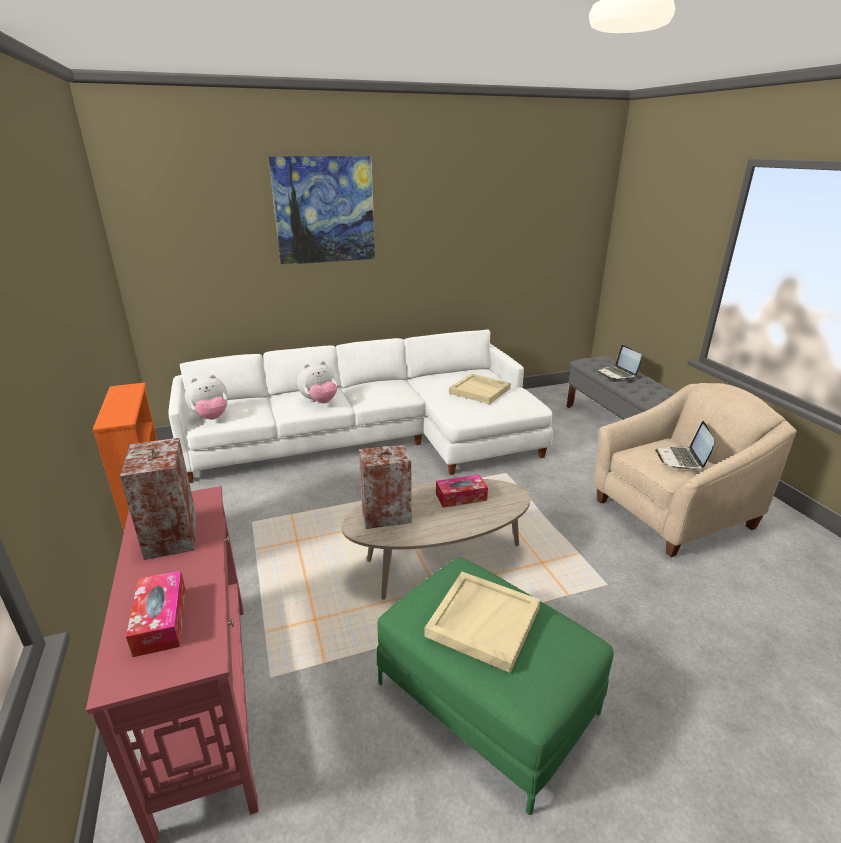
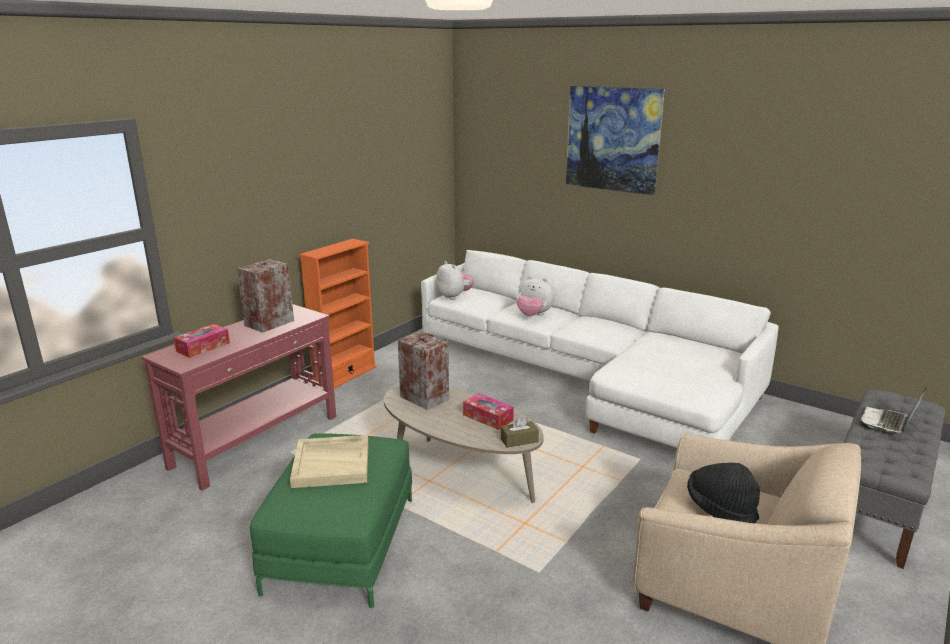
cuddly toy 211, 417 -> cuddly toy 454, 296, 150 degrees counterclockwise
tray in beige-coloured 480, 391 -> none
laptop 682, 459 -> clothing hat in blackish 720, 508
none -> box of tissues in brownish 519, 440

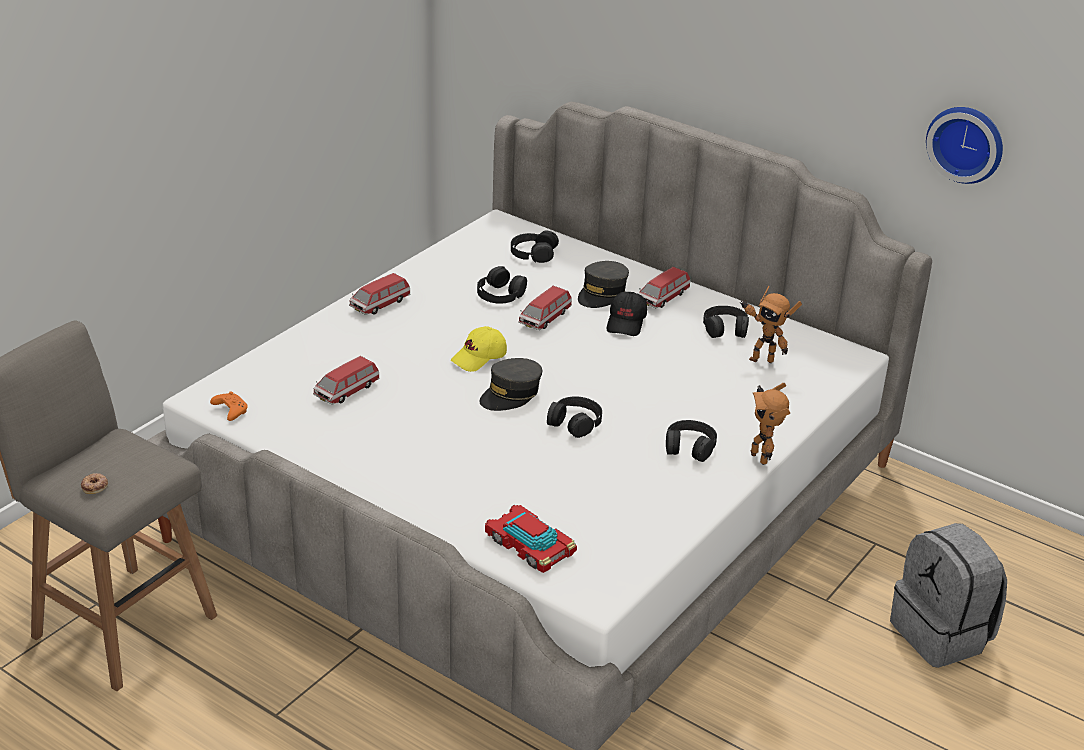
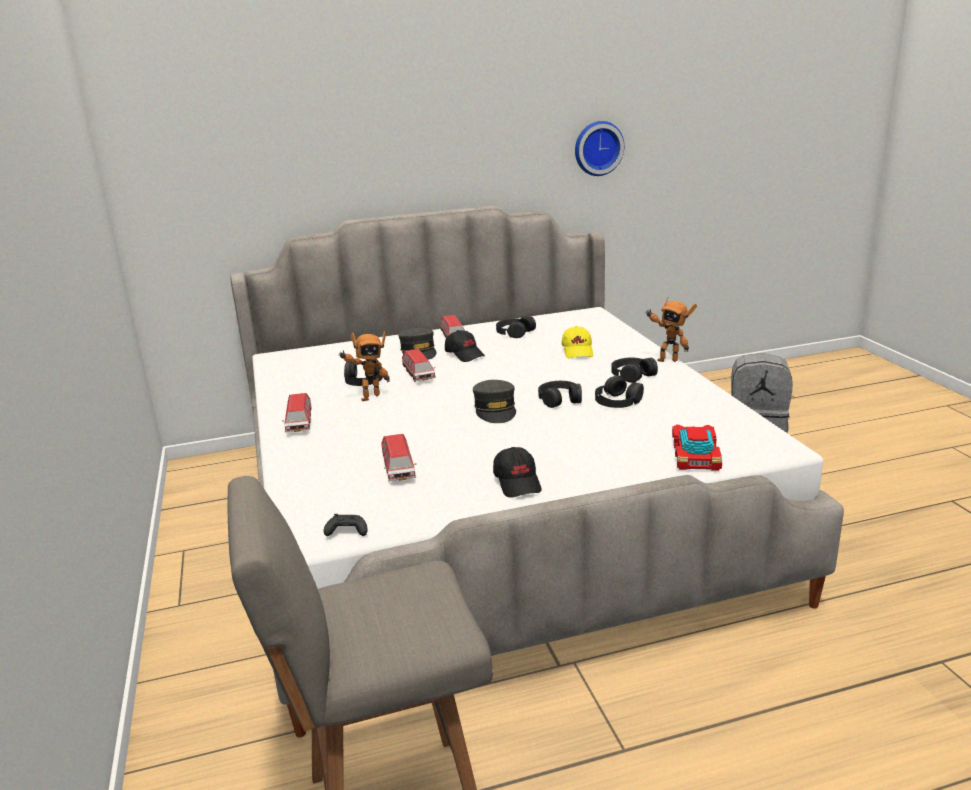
doughnut 95, 486 -> none
gamepad in orange-coloured 230, 411 -> gamepad in blackish 346, 532
peaked cap in yellow-coloured 479, 358 -> peaked cap in yellow-coloured 578, 351, shifted
toy car 530, 545 -> toy car 696, 454, 105 degrees clockwise
pair of headphones in blackish 533, 253 -> pair of headphones in blackish 617, 401, shifted
model robot 761, 359 -> model robot 369, 397, shifted
none -> peaked cap in blackish 518, 482

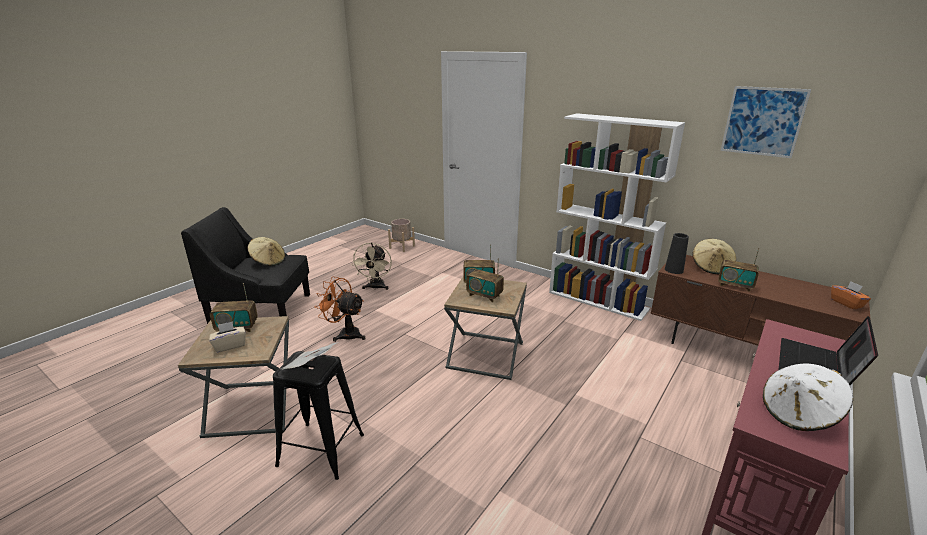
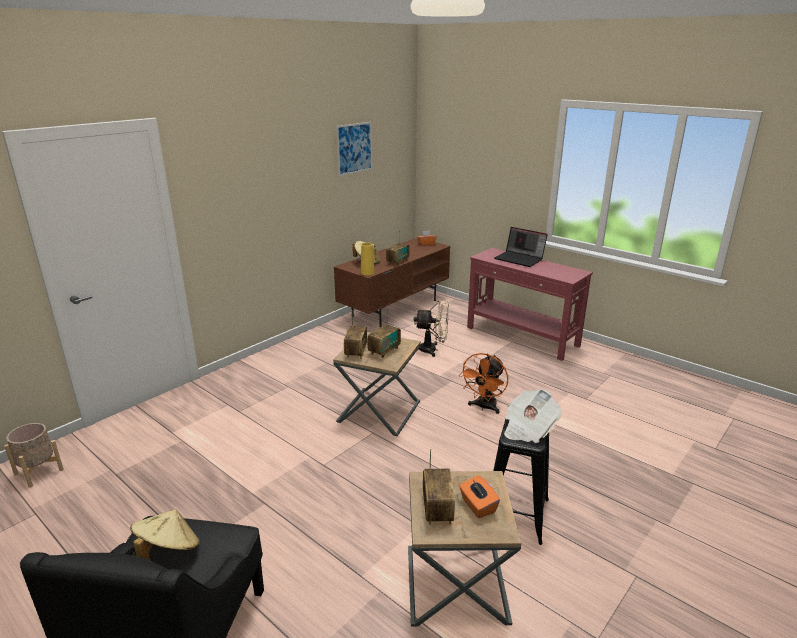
box of tissues in beige-coloured 230, 345 -> box of tissues in orange-coloured 477, 506
fan in orange-coloured 345, 334 -> fan in orange-coloured 484, 407, shifted
fan in beige-coloured 375, 288 -> fan in beige-coloured 432, 350, shifted
bookcase in white-coloured 598, 300 -> none
flower vase in blackish 674, 270 -> flower vase in yellow-coloured 367, 273
clothing hat in white-coloured 799, 414 -> none

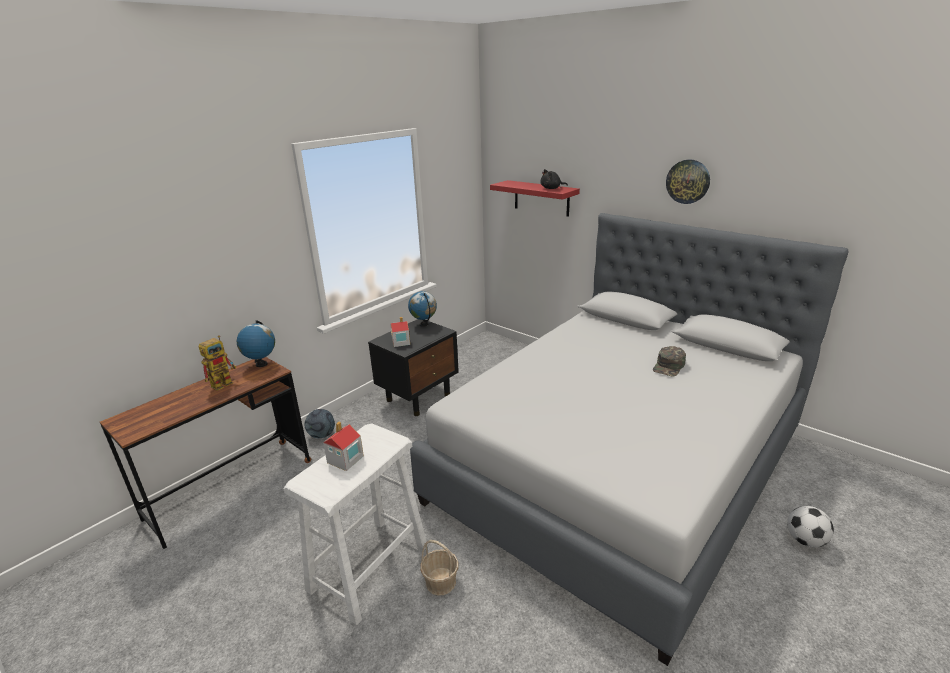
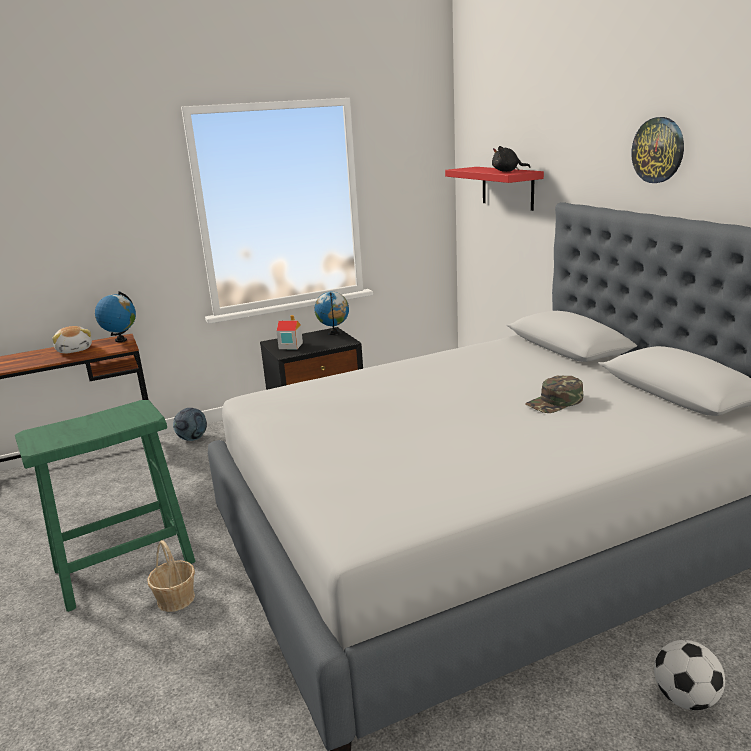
model robot 225, 382 -> cuddly toy 75, 350
stool seat in white-coloured 369, 567 -> stool seat in green 125, 565
miniature house 345, 459 -> none

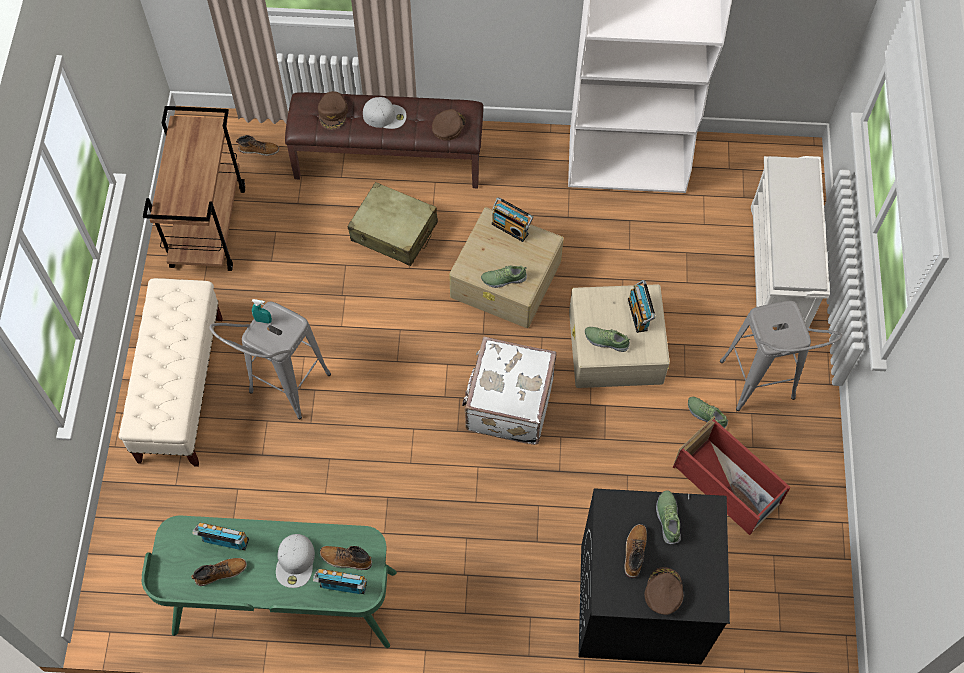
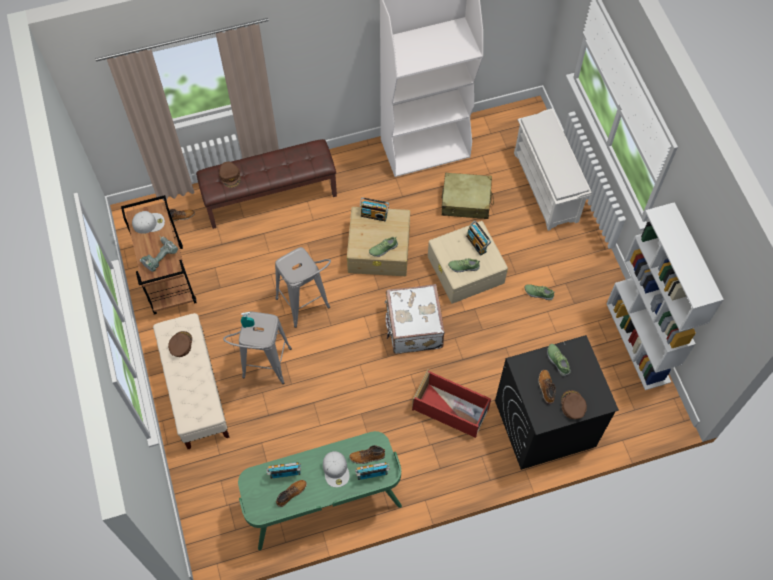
travel case in beige-coloured 394, 232 -> travel case in beige-coloured 466, 201, shifted
peaked cap in white-coloured 385, 115 -> peaked cap in white-coloured 149, 223, shifted
peaked cap in brownish 448, 126 -> peaked cap in brownish 180, 345, shifted
storage bin in red-coloured 728, 485 -> storage bin in red-coloured 451, 409, shifted
stool seat in greyish 761, 391 -> stool seat in greyish 307, 309, shifted
none -> electric drill 159, 256
none -> bookcase in white-coloured 638, 342

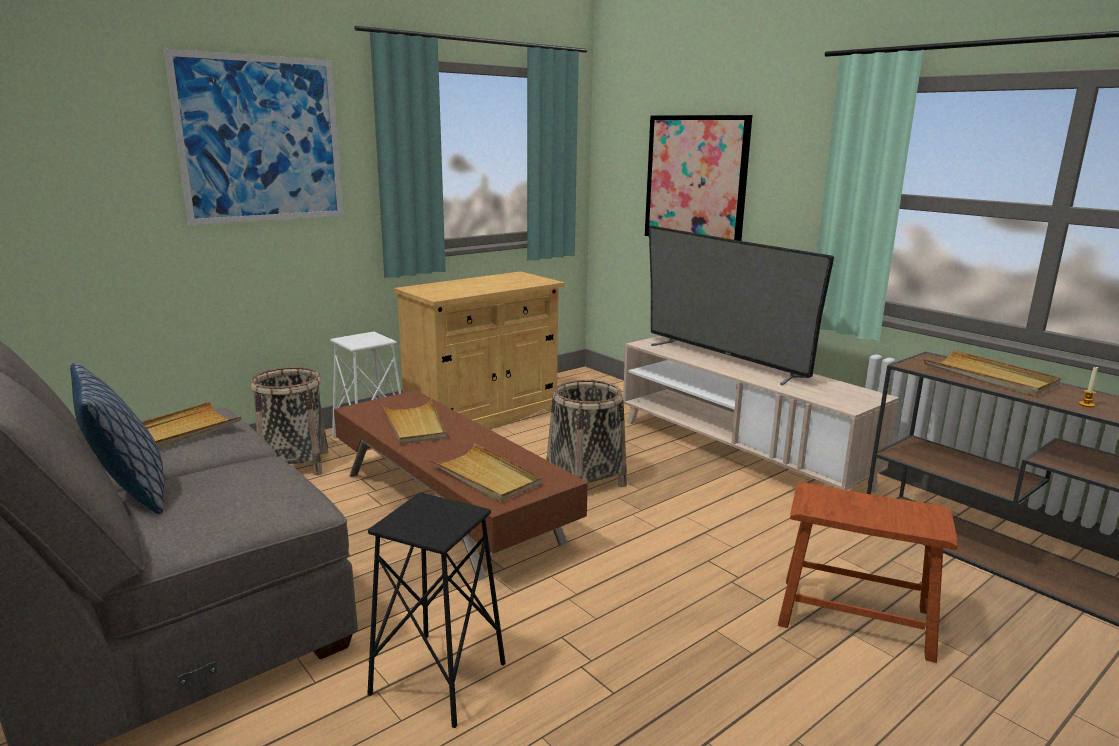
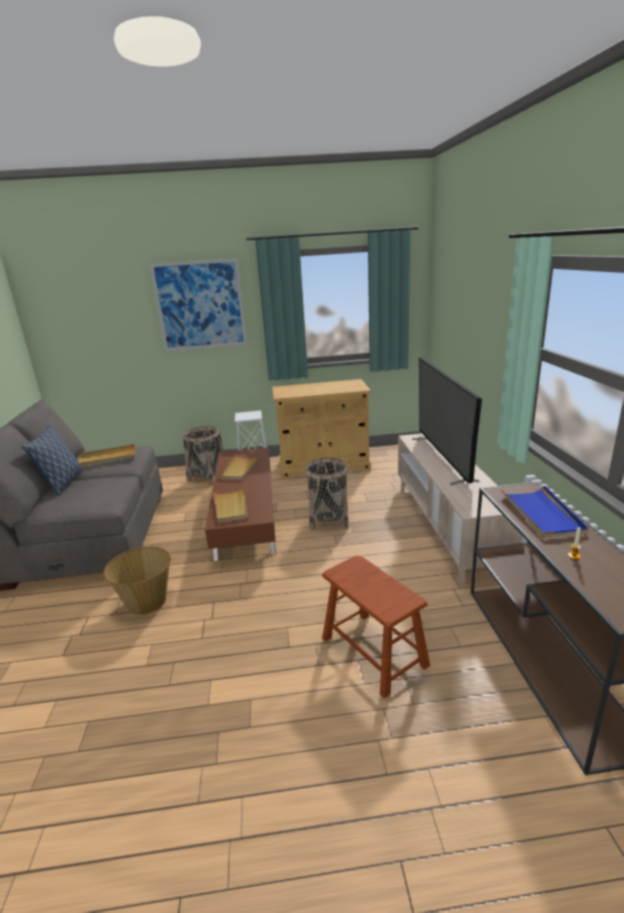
stool seat in blackish 438, 678 -> storage basket 146, 601
wall picture 695, 180 -> none
tray in beige-coloured 989, 377 -> tray in blue 541, 514

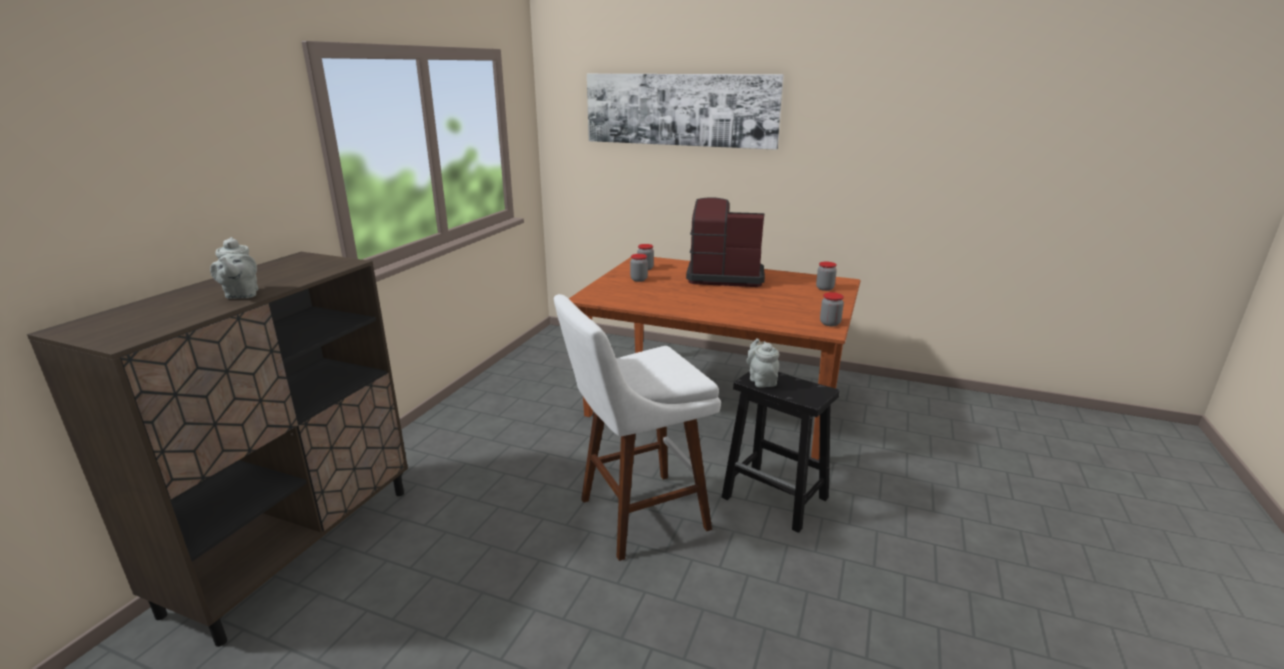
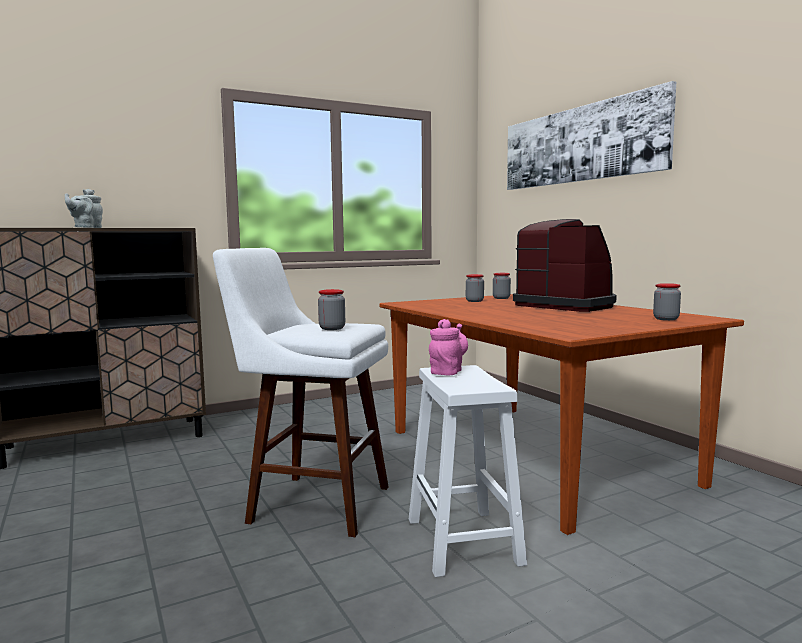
stool seat in blackish 776, 498 -> stool seat in white-coloured 464, 542
tea pot in greyish 761, 380 -> tea pot in pinkish 447, 371
preserve jar 830, 323 -> preserve jar 332, 328, shifted

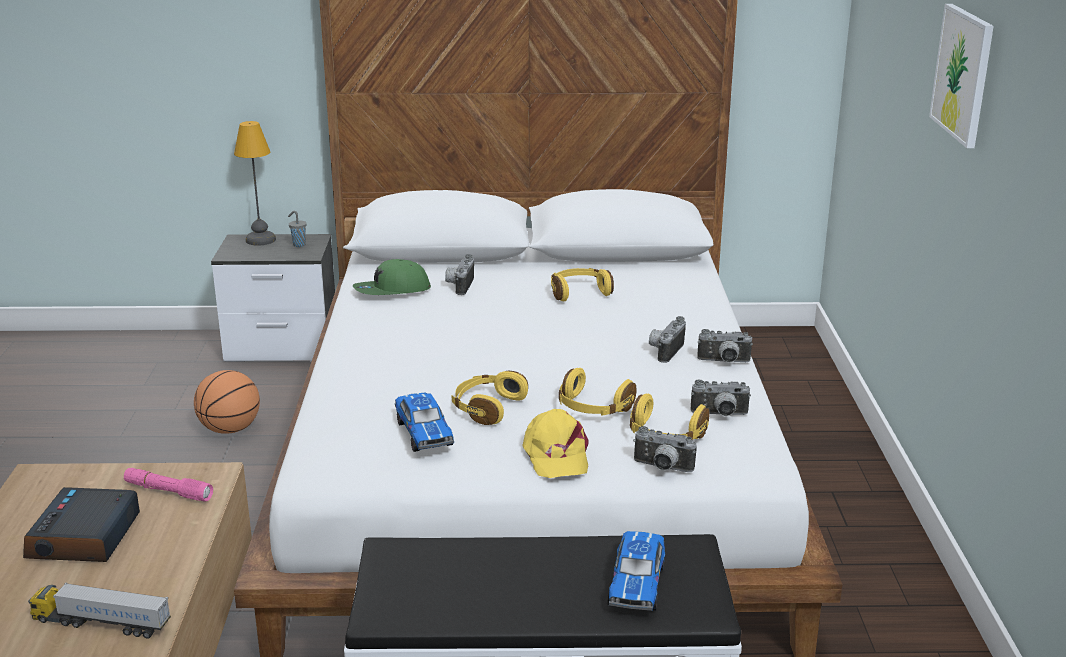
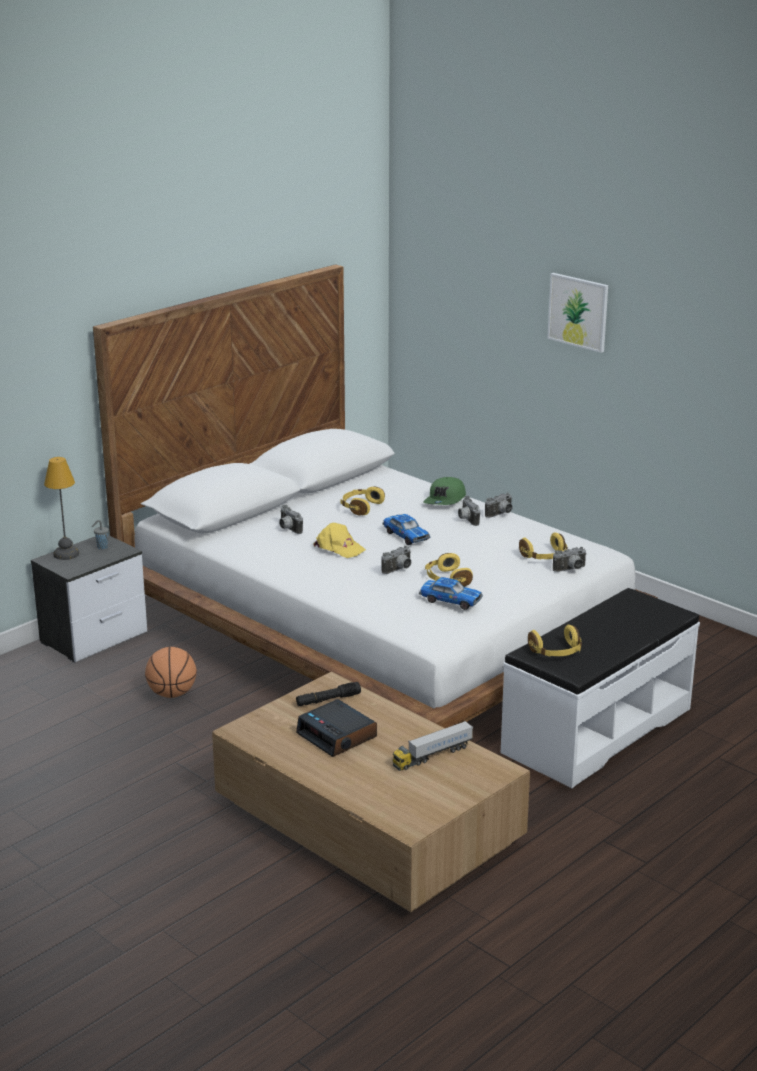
hand torch in pinkish 168, 491 -> hand torch in blackish 328, 700
peaked cap in green 392, 291 -> peaked cap in green 445, 500, shifted
peaked cap in yellow-coloured 556, 455 -> peaked cap in yellow-coloured 339, 548, shifted
pair of headphones in yellow-coloured 593, 408 -> pair of headphones in yellow-coloured 556, 652, shifted
toy car 637, 583 -> toy car 406, 536, shifted
still camera 720, 415 -> still camera 399, 570, shifted

